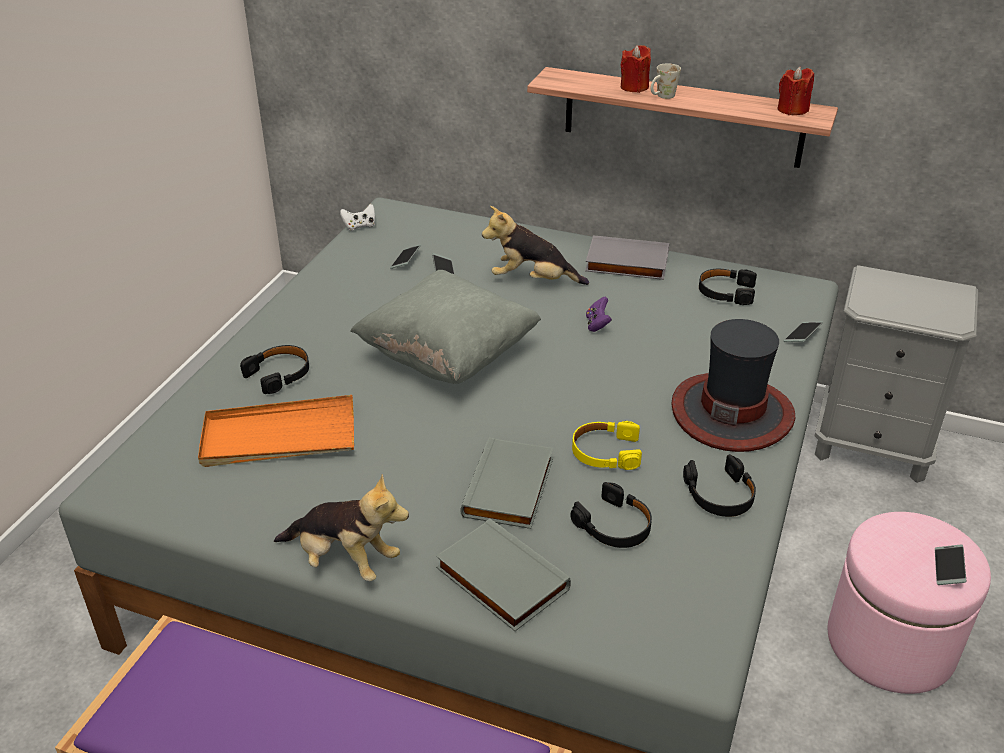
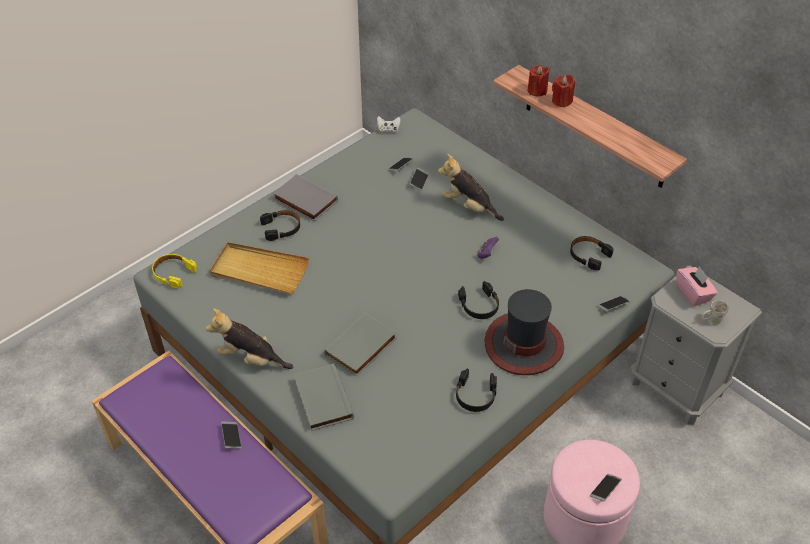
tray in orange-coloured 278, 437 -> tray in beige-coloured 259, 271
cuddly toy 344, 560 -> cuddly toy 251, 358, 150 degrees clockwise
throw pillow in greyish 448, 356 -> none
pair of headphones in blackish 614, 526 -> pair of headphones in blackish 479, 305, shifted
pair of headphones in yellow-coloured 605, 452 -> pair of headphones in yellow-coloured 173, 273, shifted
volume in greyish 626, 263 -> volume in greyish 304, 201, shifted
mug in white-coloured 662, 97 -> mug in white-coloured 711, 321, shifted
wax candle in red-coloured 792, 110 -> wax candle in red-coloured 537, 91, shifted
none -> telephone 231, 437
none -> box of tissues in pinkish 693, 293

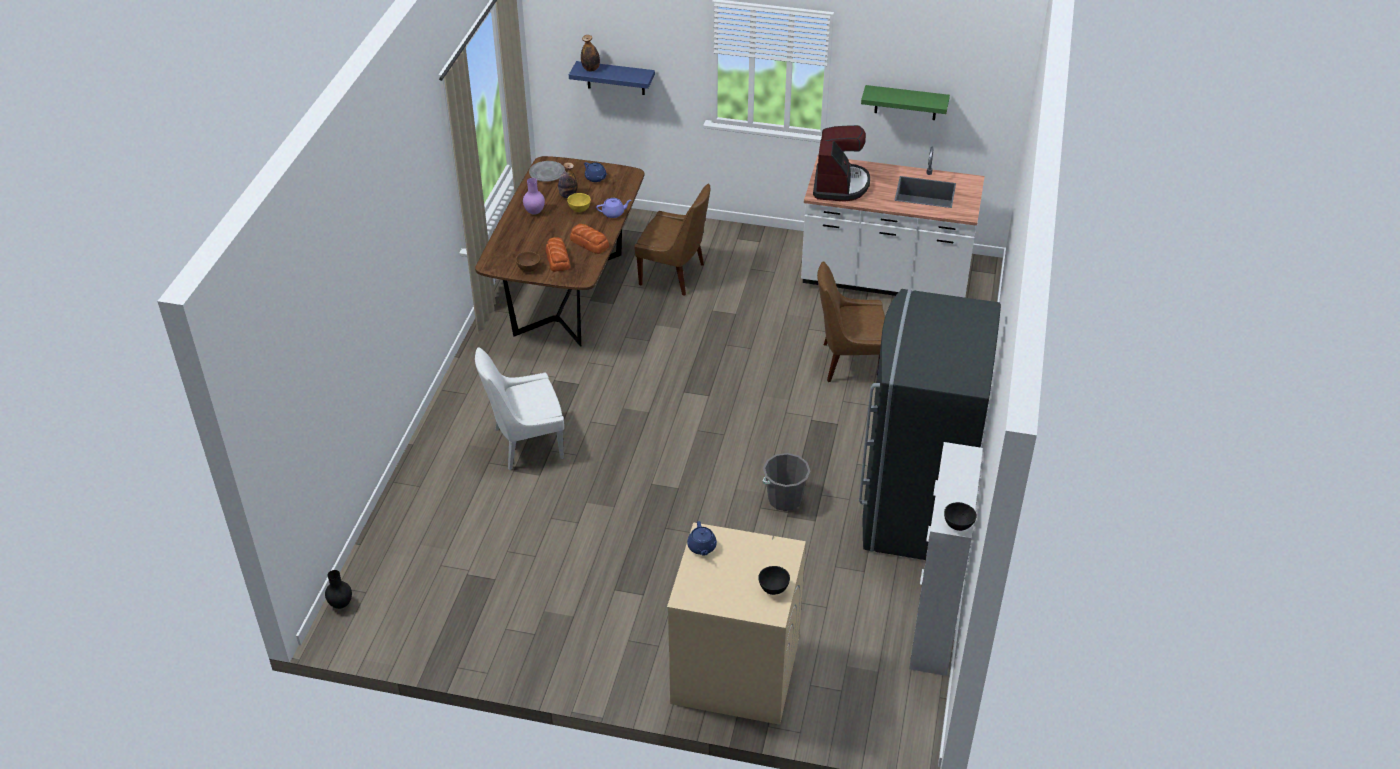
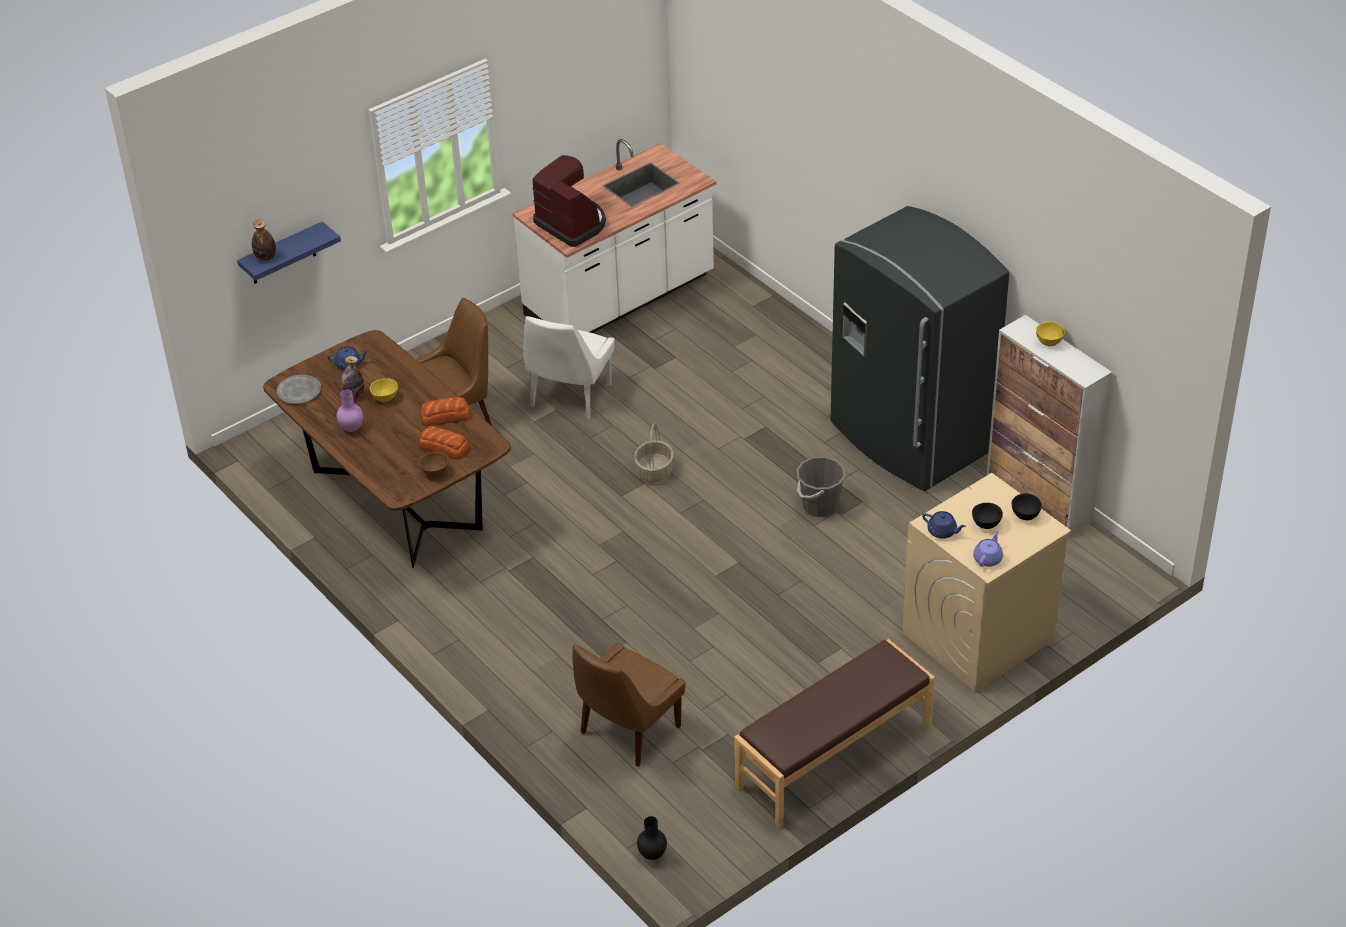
plain chair in white-coloured 525, 444 -> plain chair in white-coloured 569, 397, shifted
tea pot in purple-coloured 614, 213 -> tea pot in purple-coloured 988, 558, shifted
plain chair in brownish 848, 362 -> plain chair in brownish 627, 732, shifted
shelf in green 906, 103 -> none
deep dish in blackish 957, 525 -> deep dish in blackish 985, 524, shifted
none -> storage basket 654, 472
none -> long seat in brownish 835, 757
none -> deep dish in yellow-coloured 1049, 342

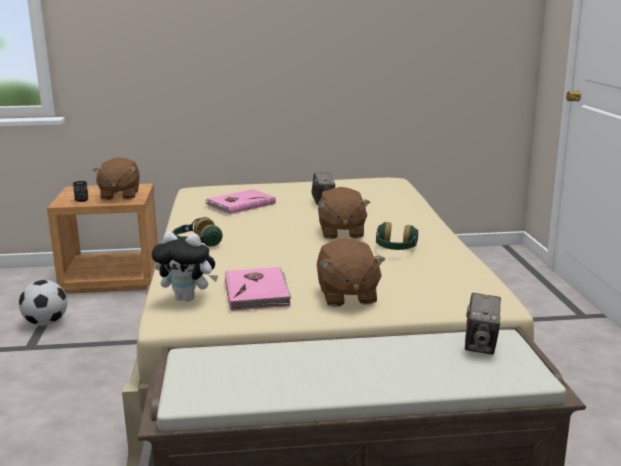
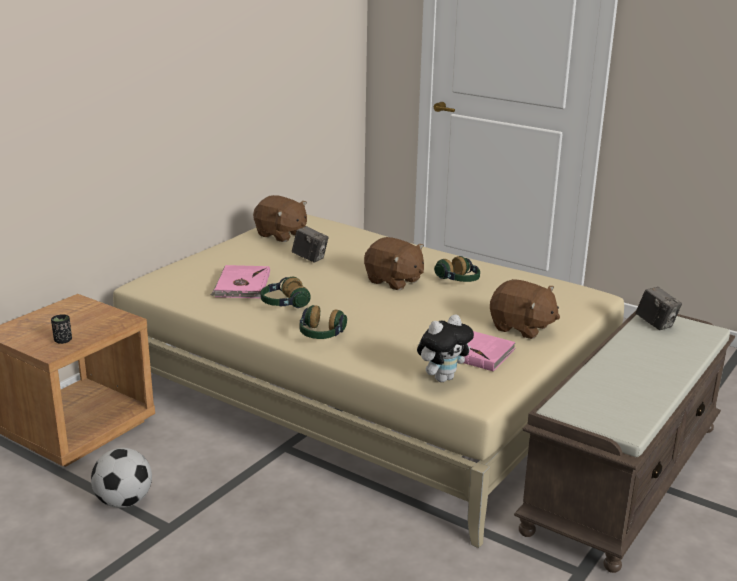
cuddly toy in brownish 119, 195 -> cuddly toy in brownish 281, 235, shifted
none -> pair of headphones 284, 304

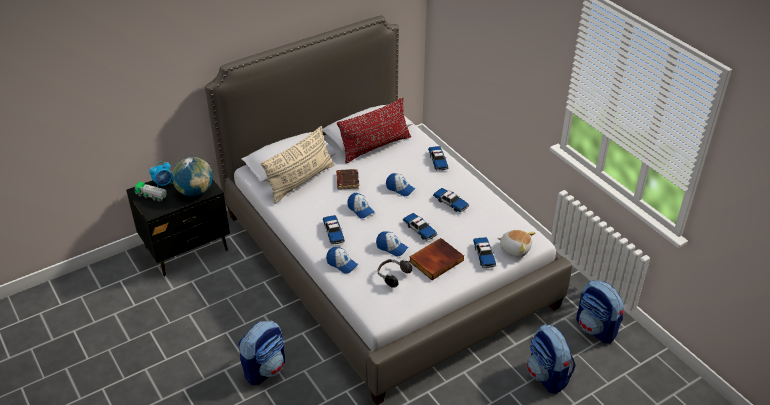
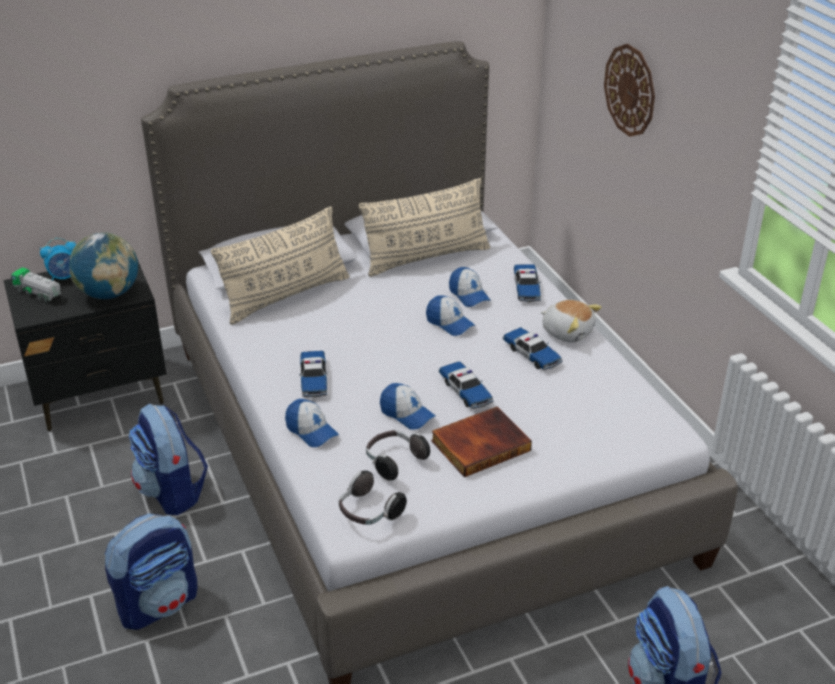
volume in brownish 347, 181 -> none
throw pillow in red-coloured 375, 147 -> throw pillow in beige-coloured 426, 258
peaked cap 360, 209 -> peaked cap 469, 295, shifted
toy car 484, 255 -> none
cuddly toy 515, 249 -> cuddly toy 567, 332, shifted
backpack 596, 329 -> backpack 172, 492, shifted
none -> pair of headphones 368, 513
none -> hanging clock 630, 90

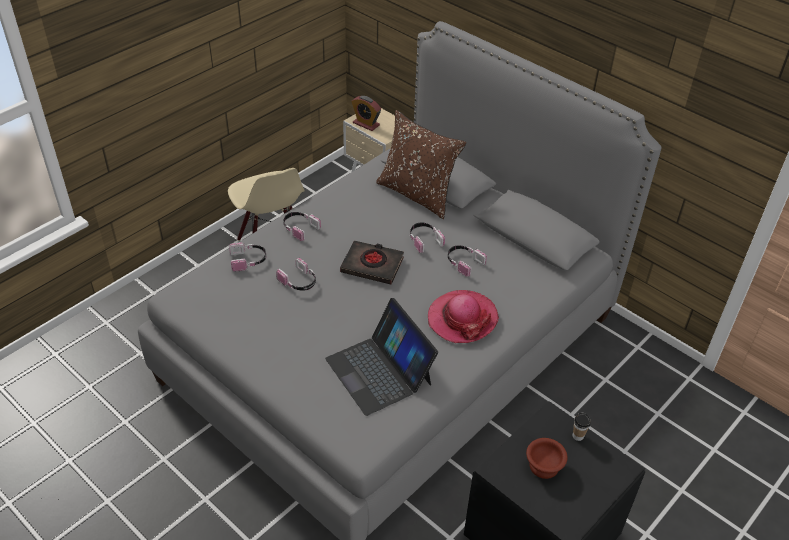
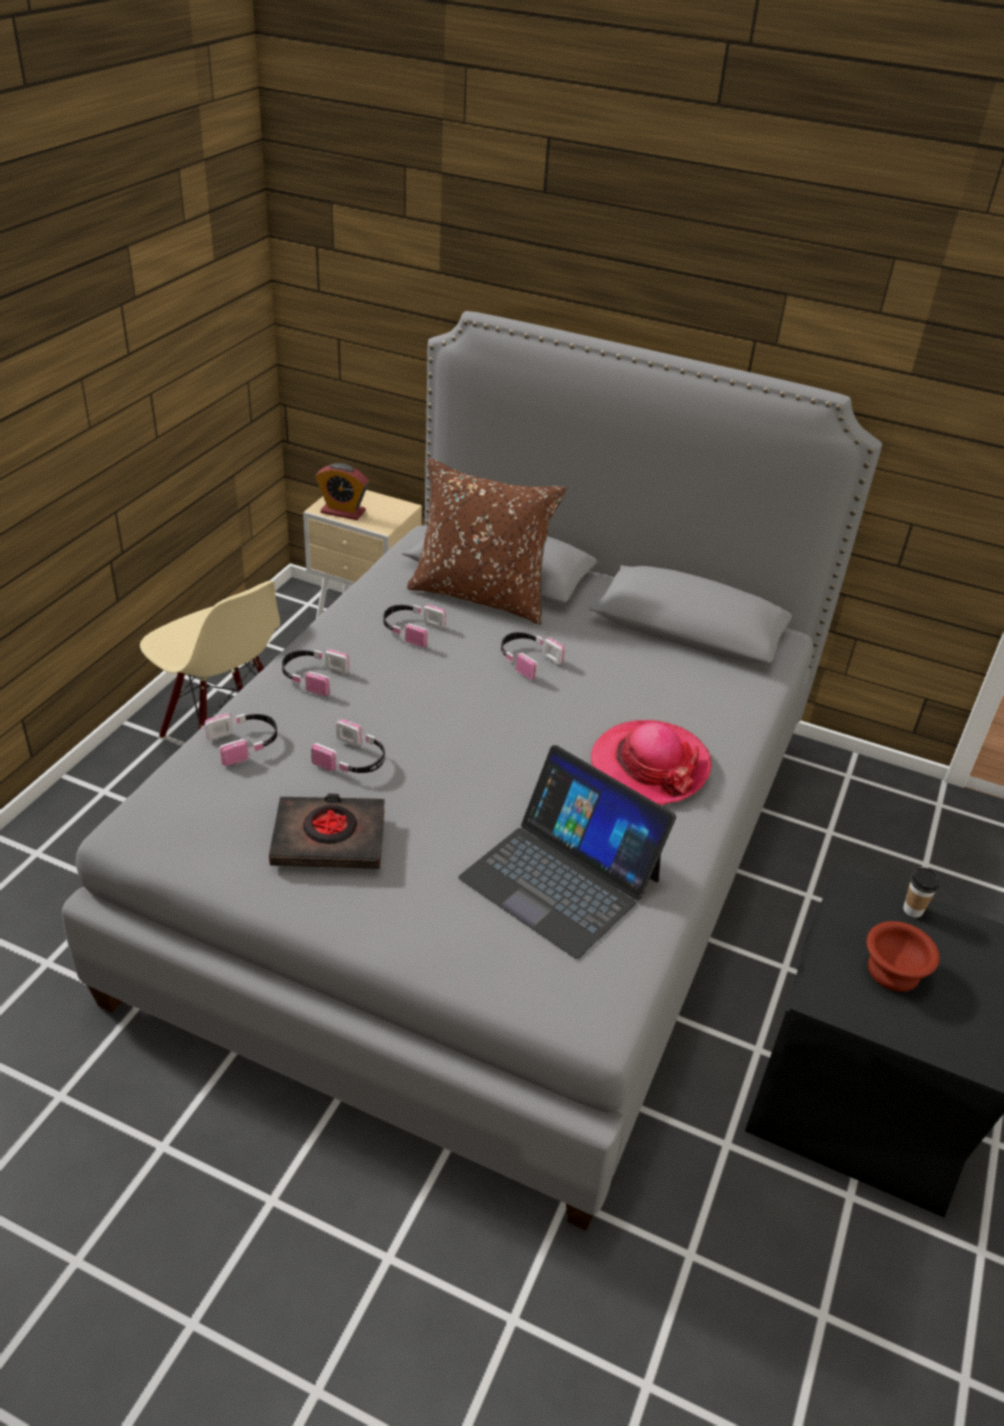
volume in blackish 372, 265 -> volume in blackish 329, 838, shifted
pair of headphones 463, 263 -> pair of headphones 410, 630, shifted

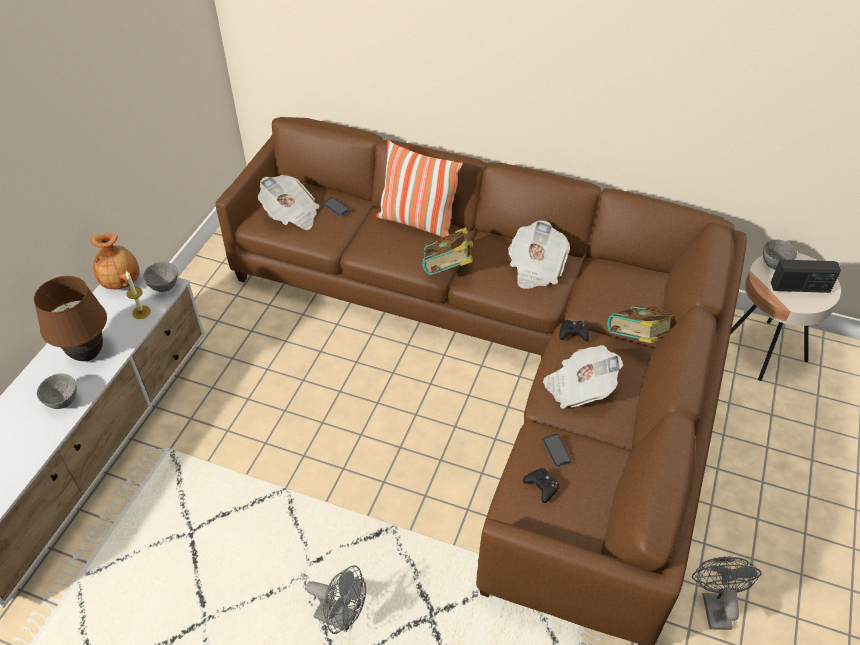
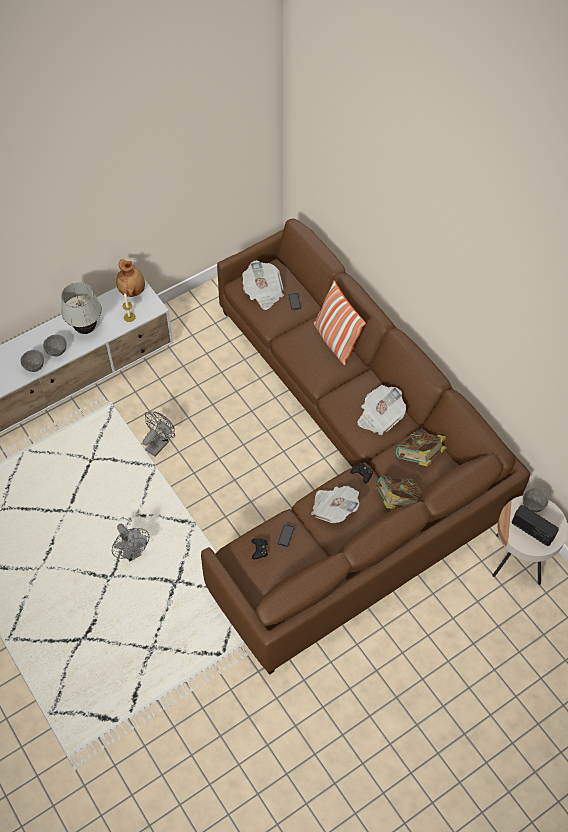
tabletop lamp in brownish 88, 354 -> tabletop lamp in white-coloured 86, 329
deep dish in greyish 165, 287 -> deep dish in greyish 35, 367, shifted
volume 448, 269 -> volume 419, 457, shifted
fan in greyish 714, 605 -> fan in greyish 159, 443, shifted

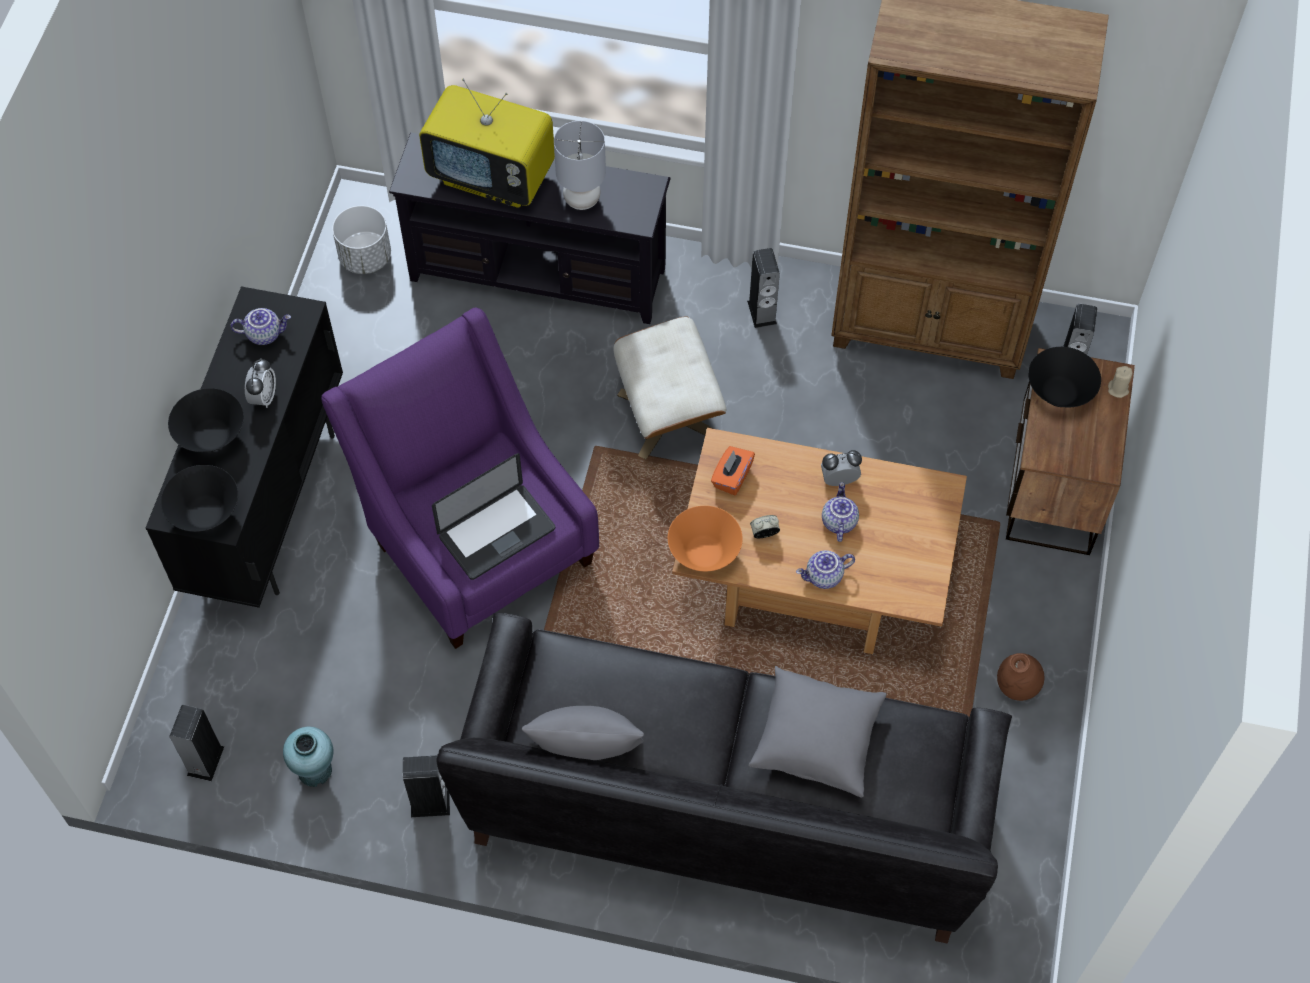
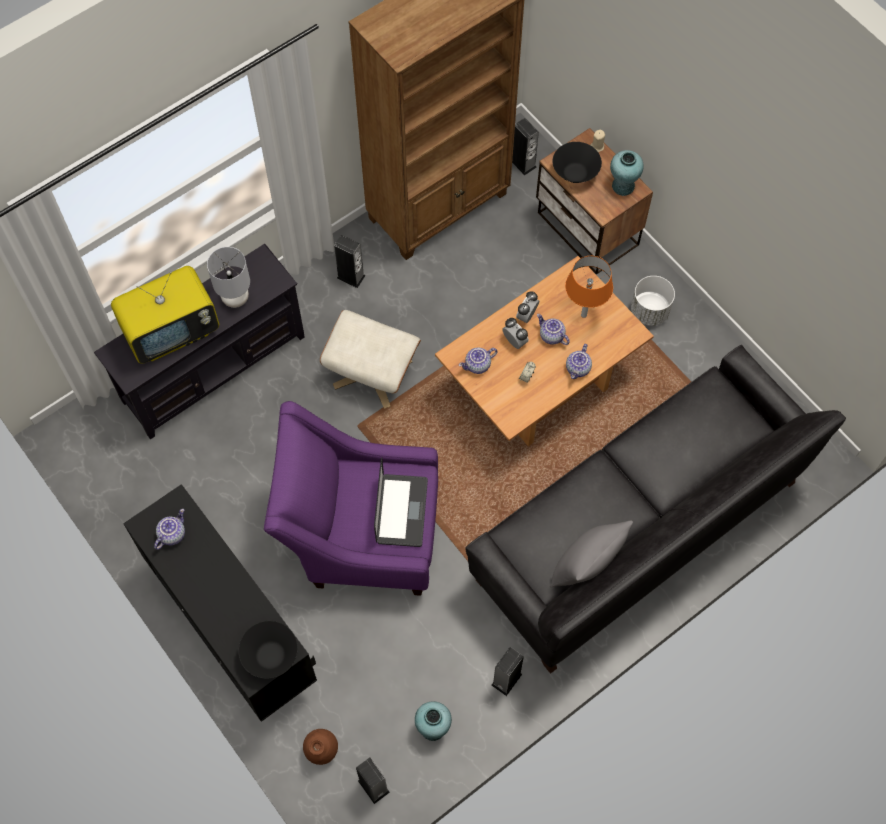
deep dish in blackish 212, 436 -> none
alarm clock 263, 397 -> alarm clock 514, 341, shifted
plant pot in white-coloured 365, 258 -> plant pot in white-coloured 650, 311, shifted
deep dish in orange-coloured 704, 553 -> none
box of tissues in orange-coloured 731, 477 -> tea pot 477, 366
throw pillow in greyish 817, 739 -> none
flower vase in brownish 1016, 687 -> flower vase in brownish 321, 750, shifted
none -> tabletop lamp in orange-coloured 583, 315
none -> flower vase in turquoise-coloured 623, 186

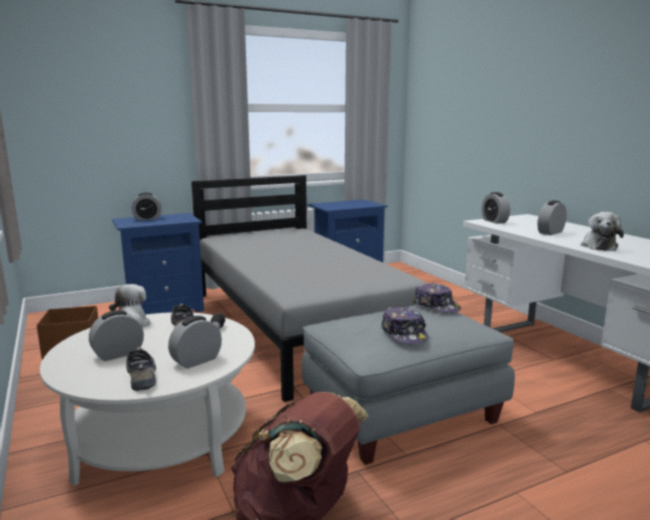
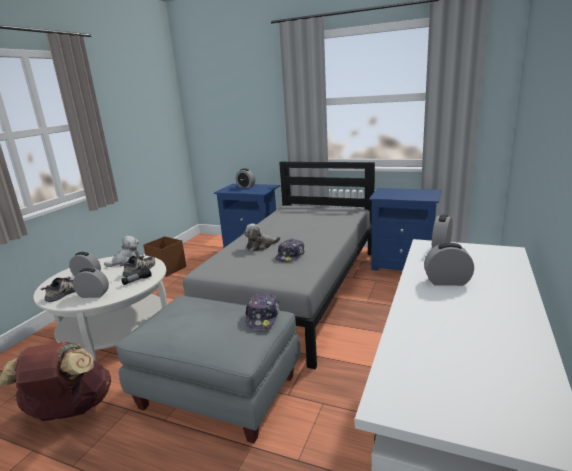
peaked cap 404, 334 -> peaked cap 290, 256, shifted
cuddly toy 598, 246 -> cuddly toy 261, 246, shifted

